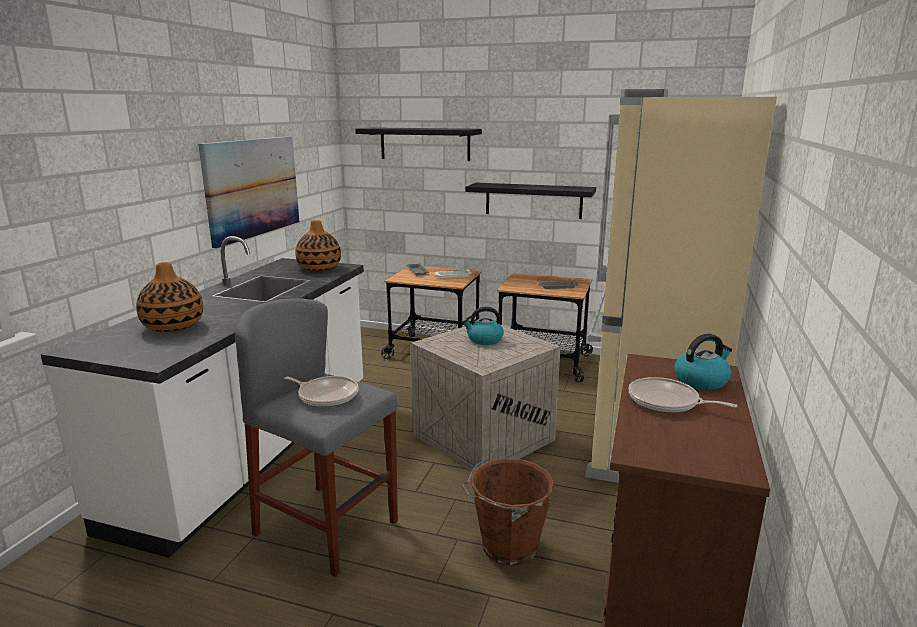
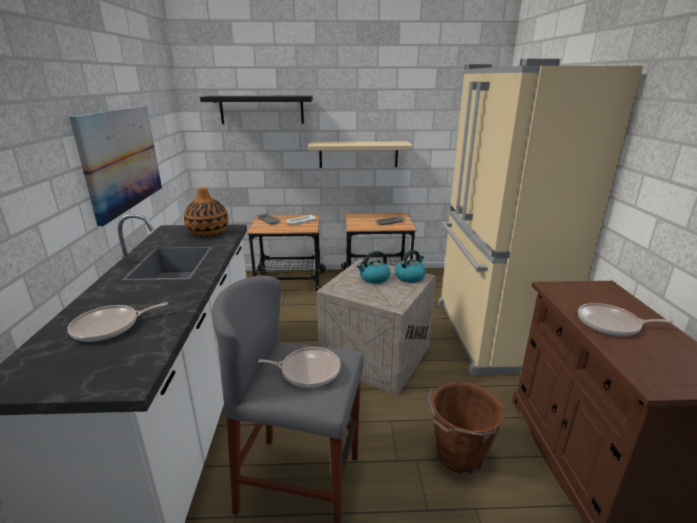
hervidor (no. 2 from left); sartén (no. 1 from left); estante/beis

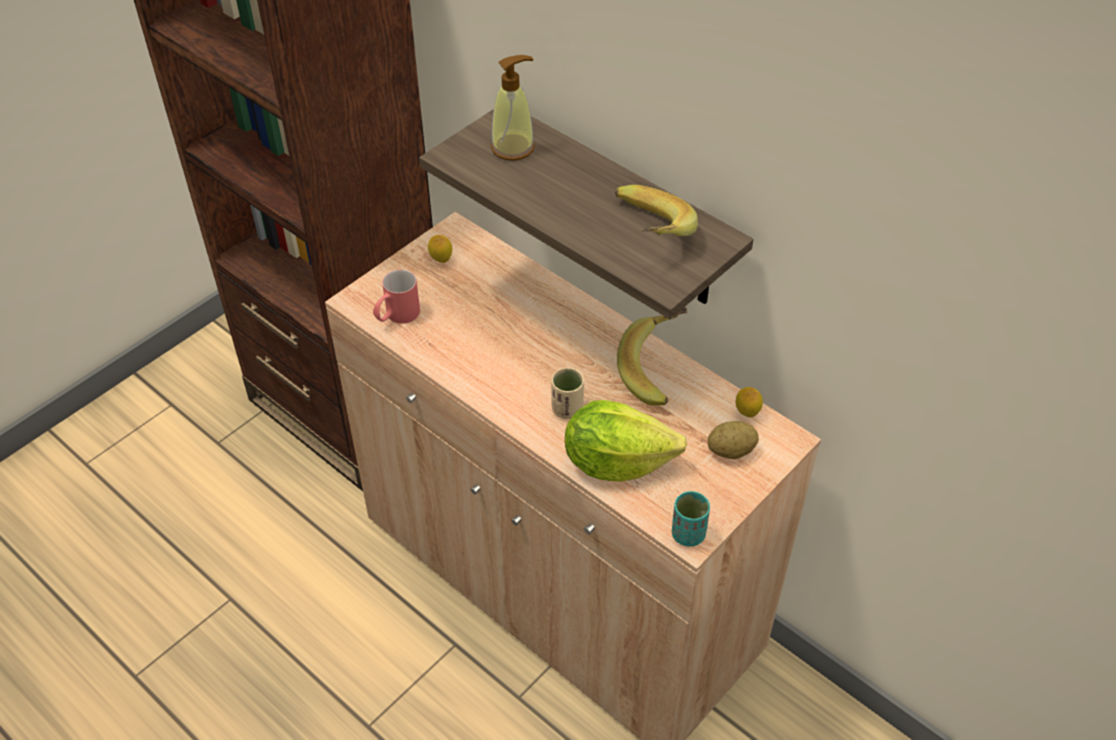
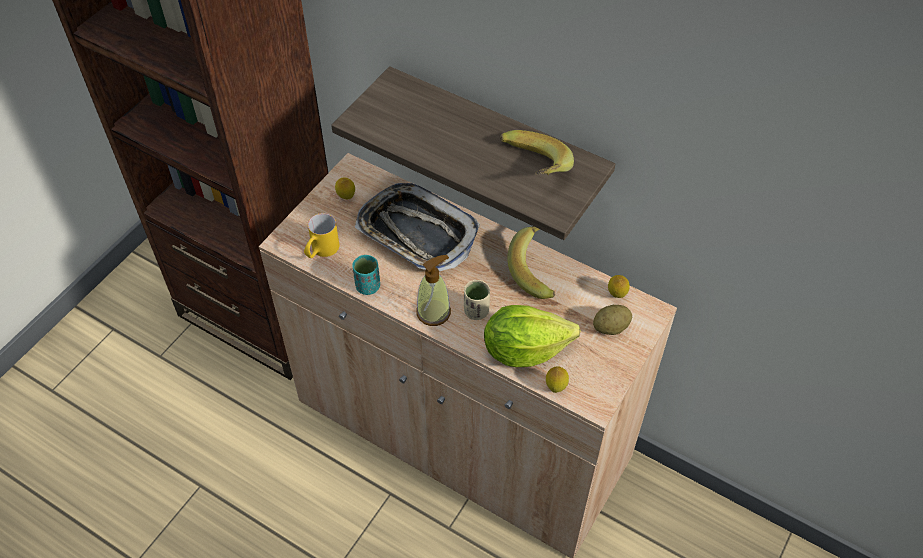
bandeja; limón (no. 2 from left); dispensador de jabón; taza/turquesa; taza grande/amarillo

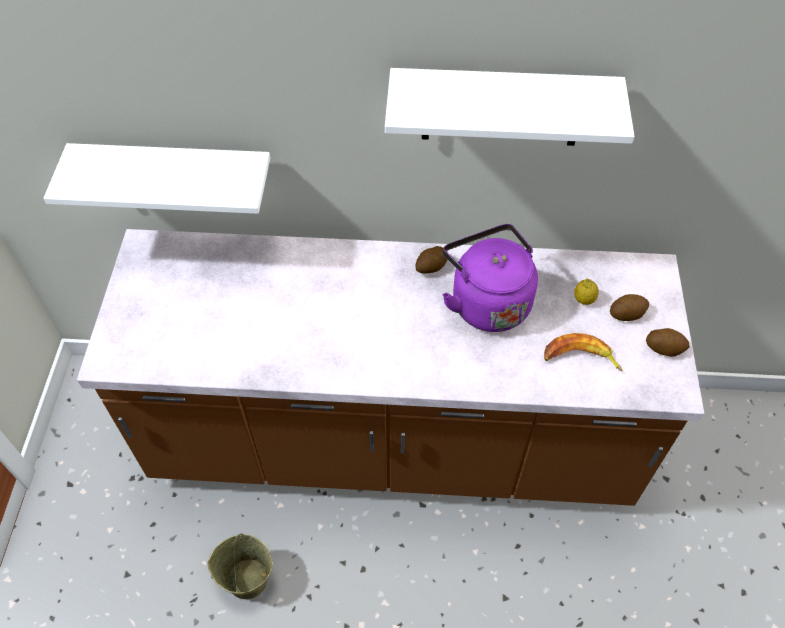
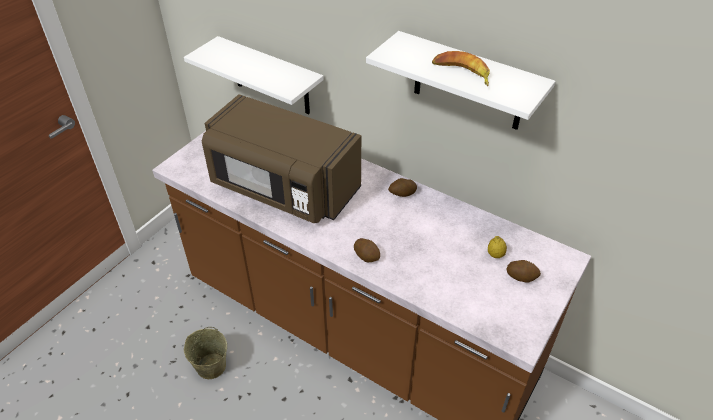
hervidor/morado; microondas/marrón; plátano; patata (no. 1 from left)

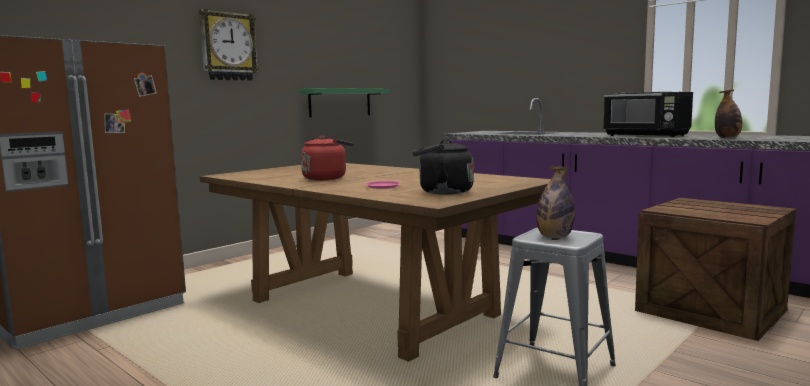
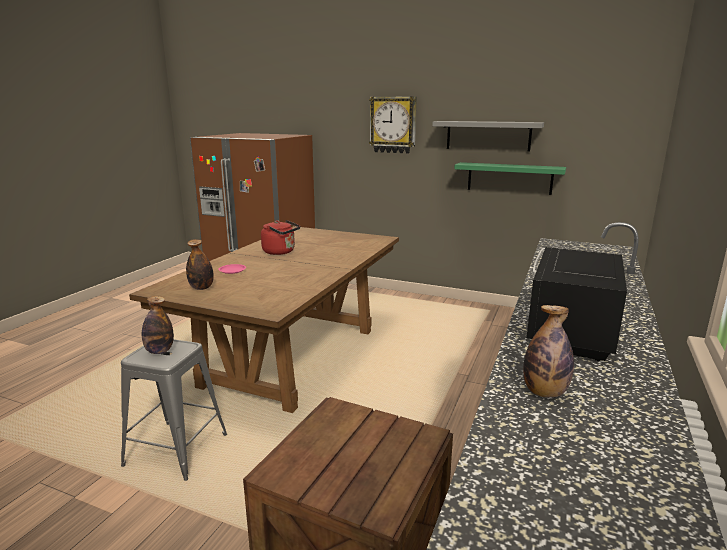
estante/gris; botella (no. 2 from left)

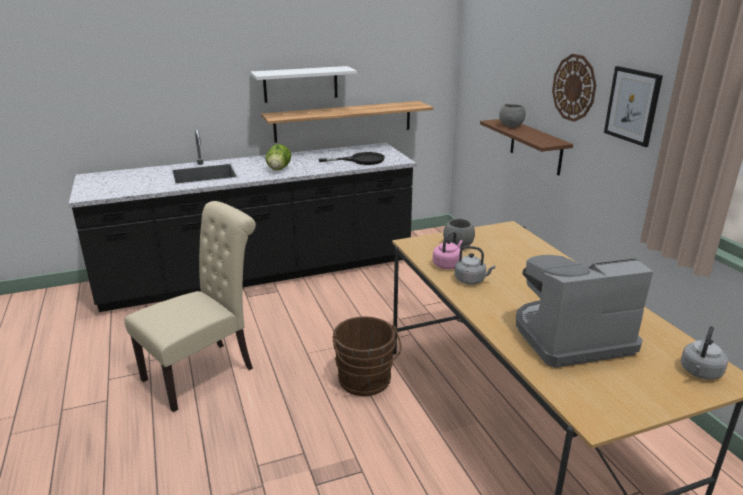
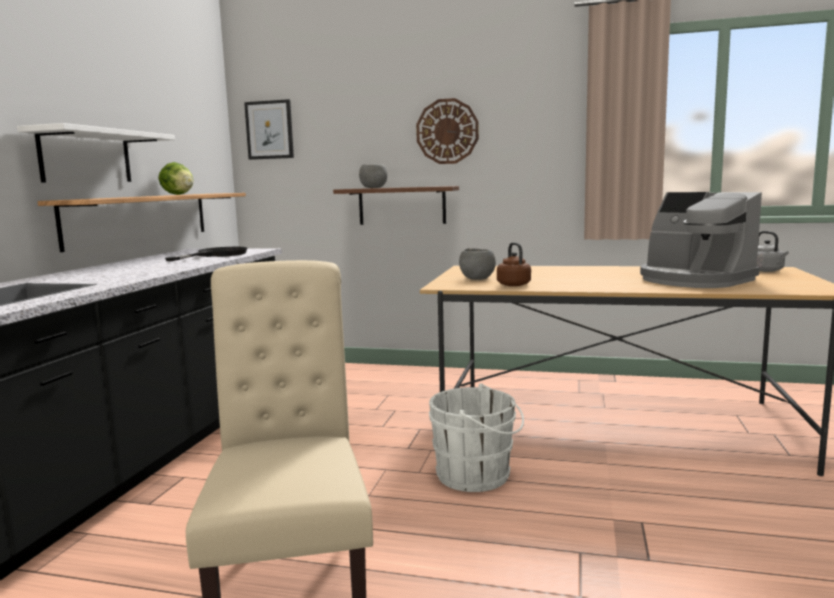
hervidor/gris (no. 1 from left in the first image); lechuga; cuadro; cubo/blanco; hervidor/marrón; cafetera

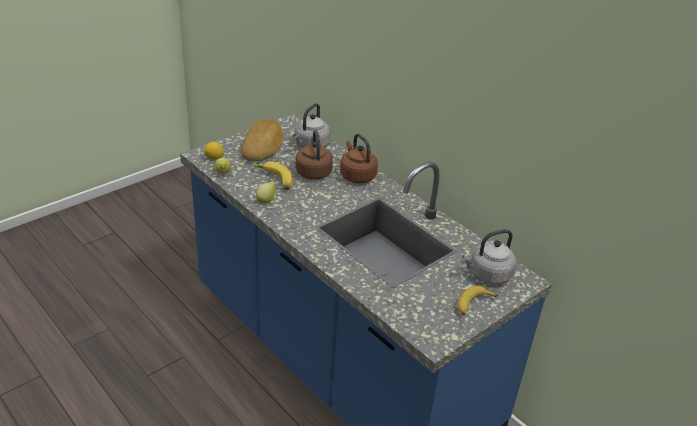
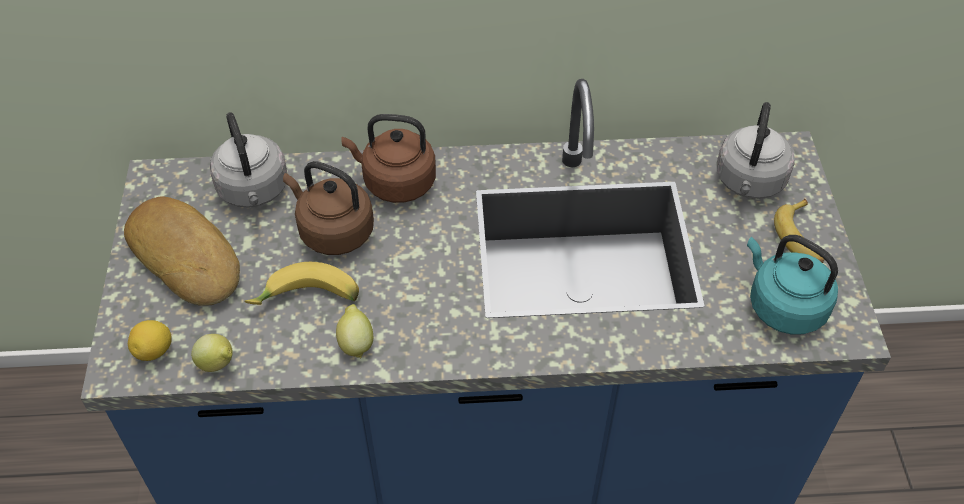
hervidor/turquesa

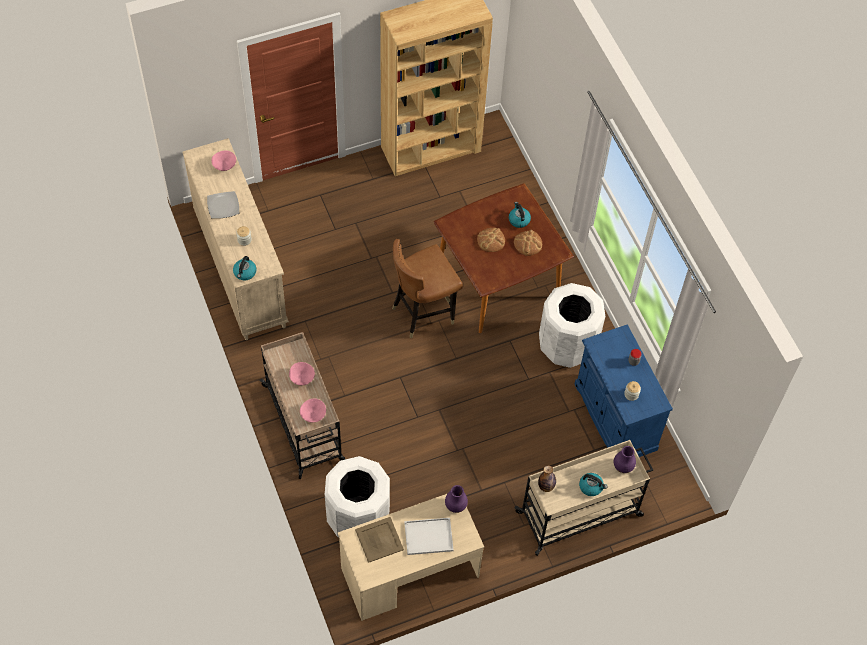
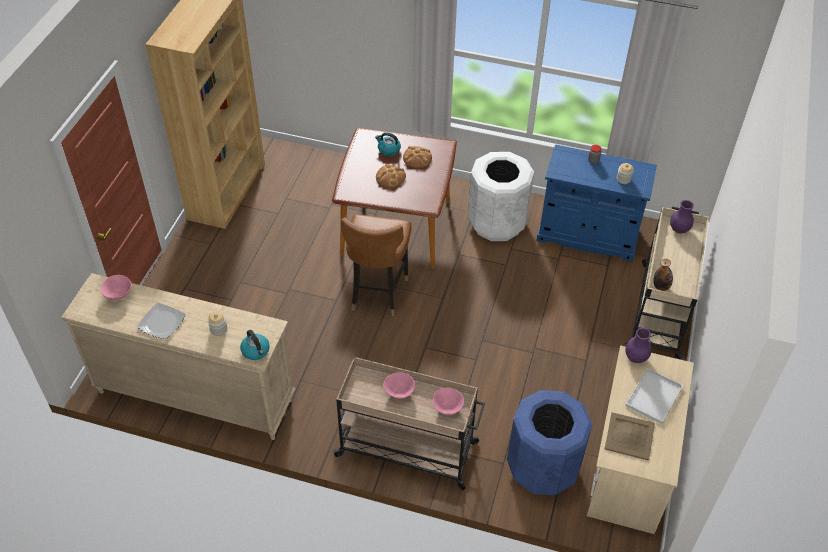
hervidor (no. 3 from left in the first image); papelera/azul

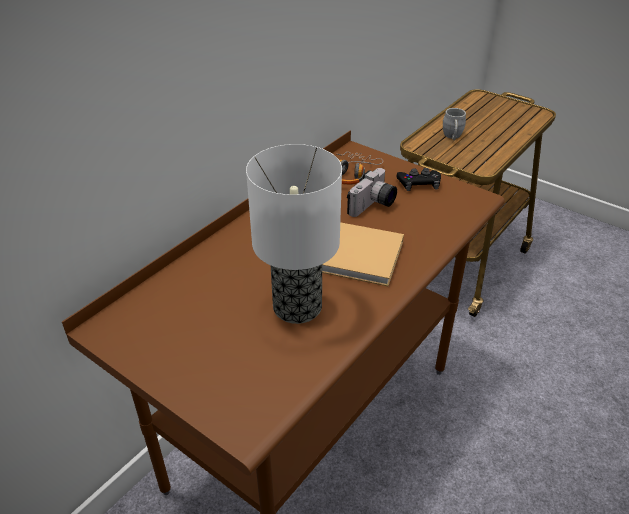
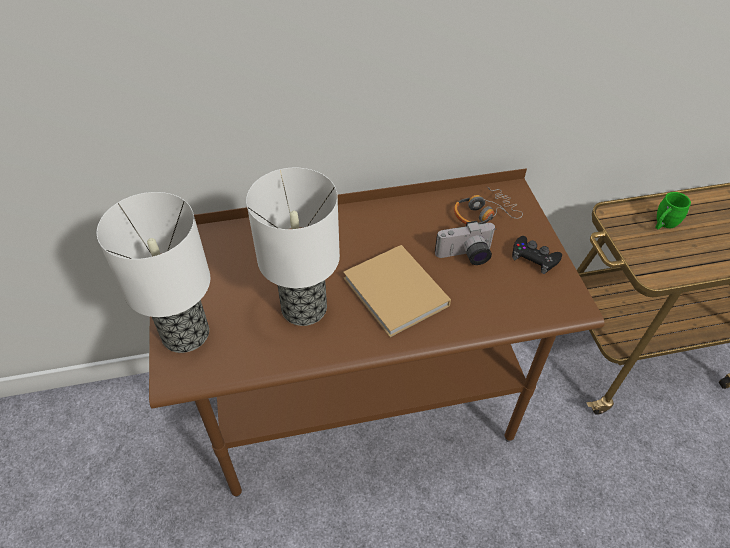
lámpara de mesa (no. 1 from left); taza grande/verde

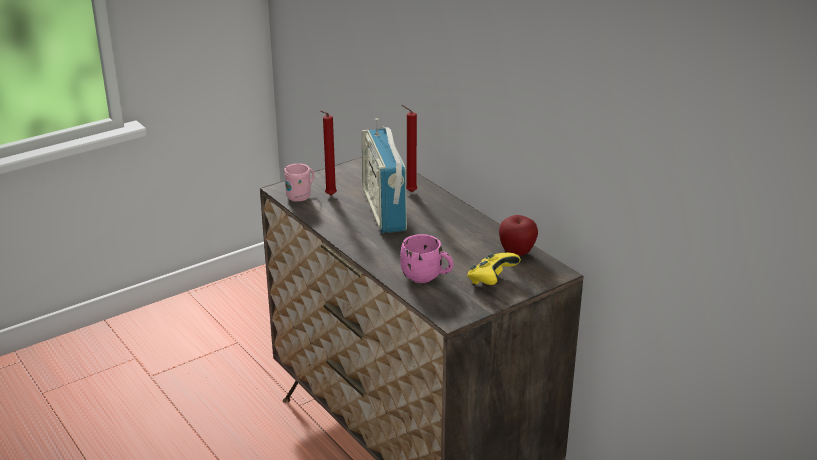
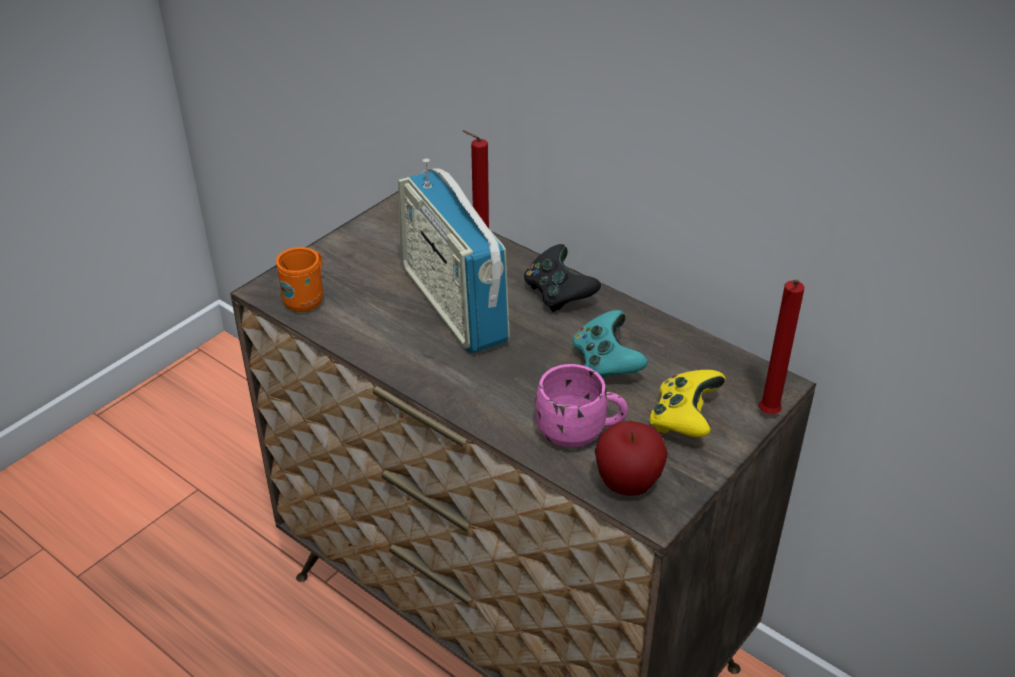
mando de consola/negro; mando de consola/turquesa; vela/rojo (no. 2 from left); manzana; taza grande/naranja

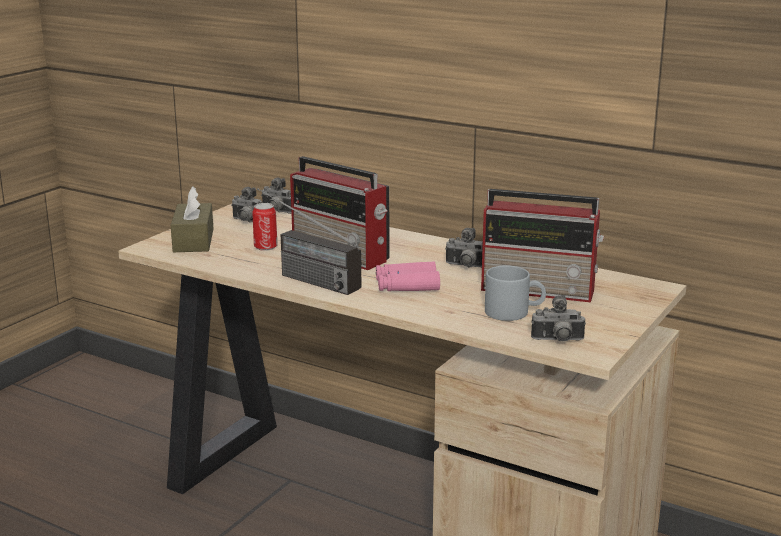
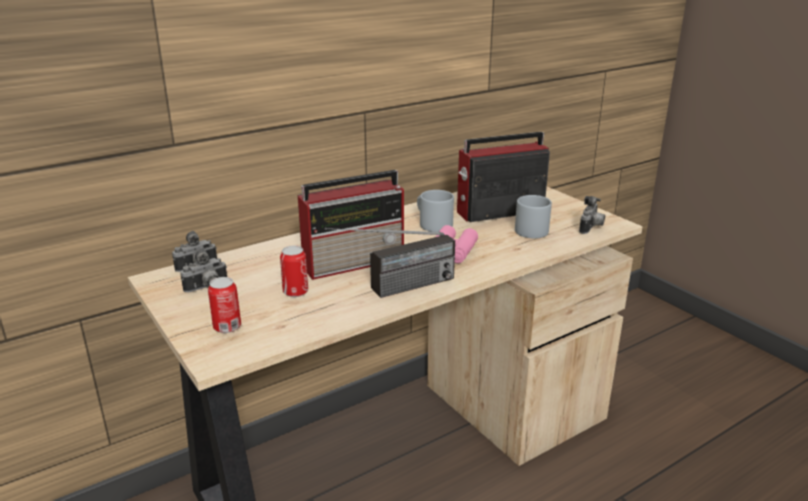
lata (no. 1 from left); taza grande/gris (no. 1 from left); radio (no. 3 from left)

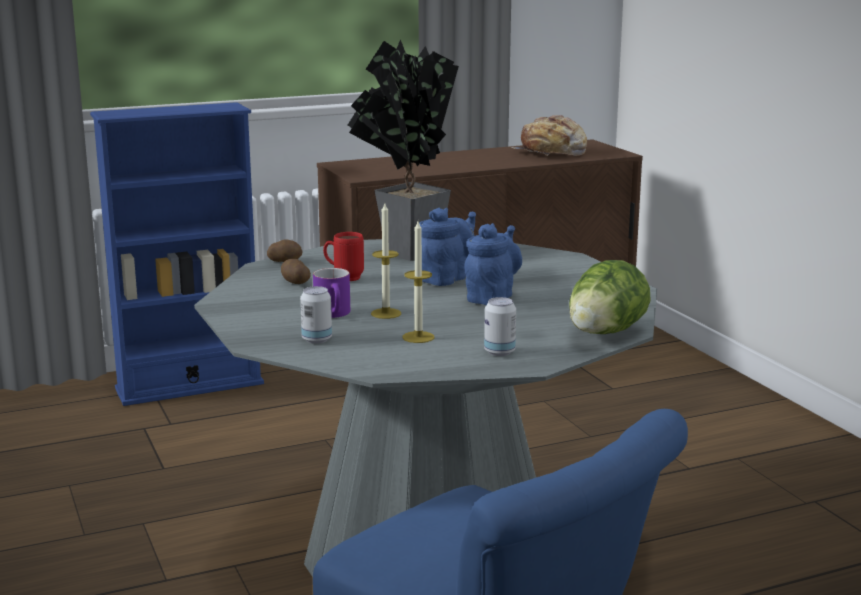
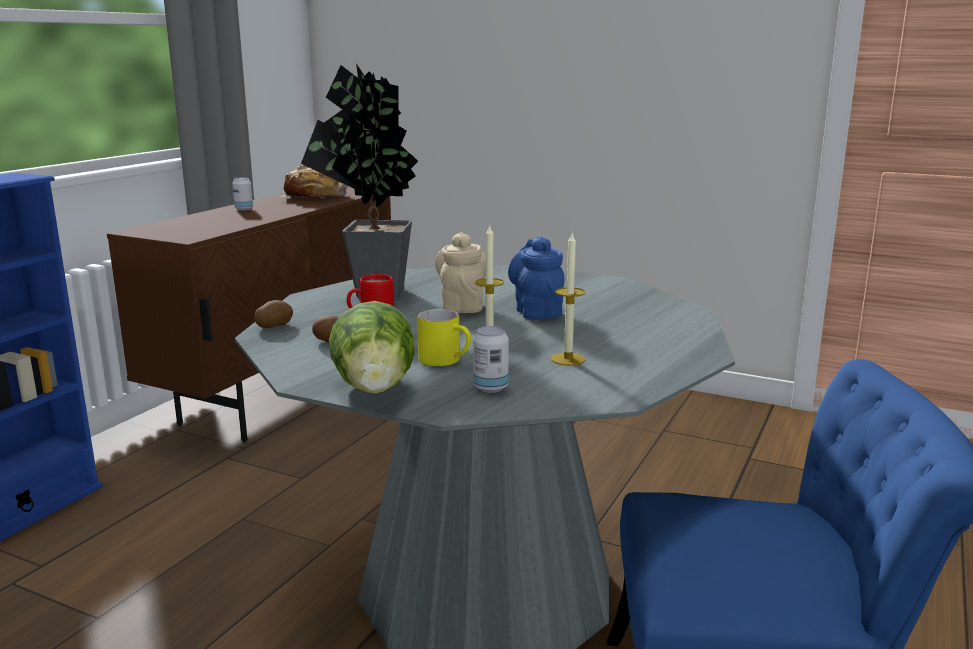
lata (no. 1 from left); lechuga; taza grande/amarillo; tetera/beis

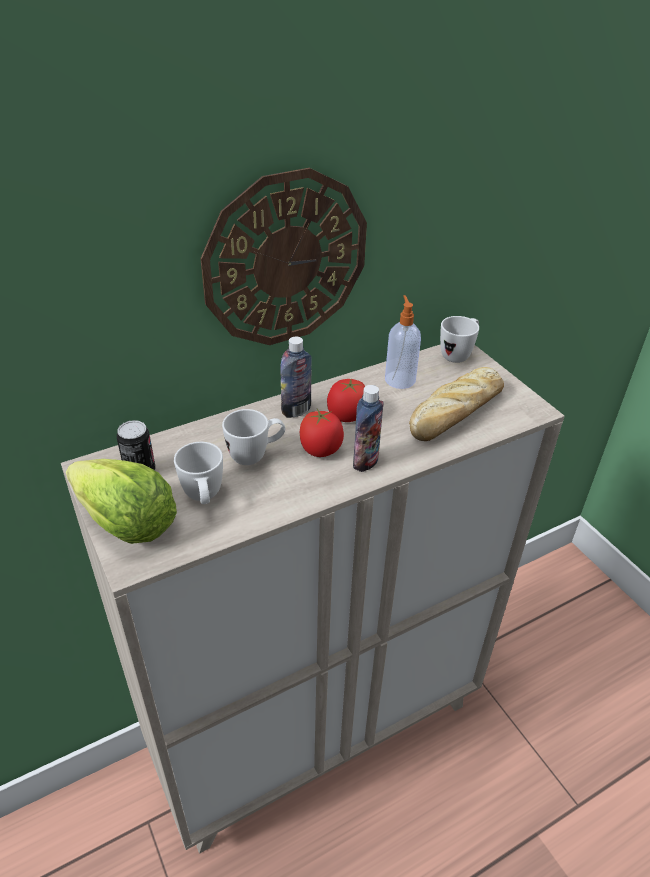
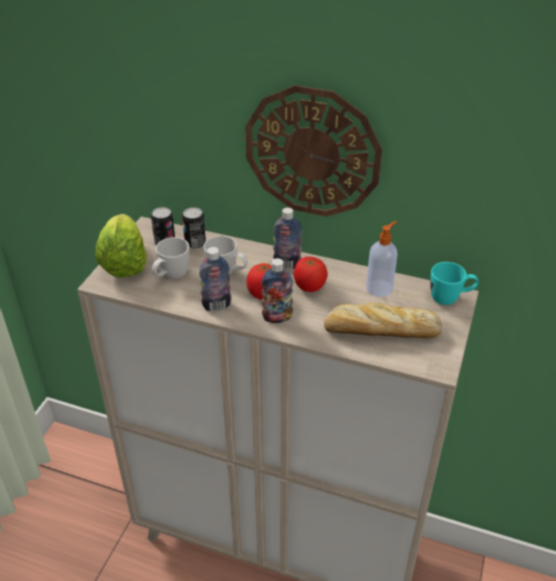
lata (no. 2 from left); botella (no. 1 from left); taza grande/turquesa

